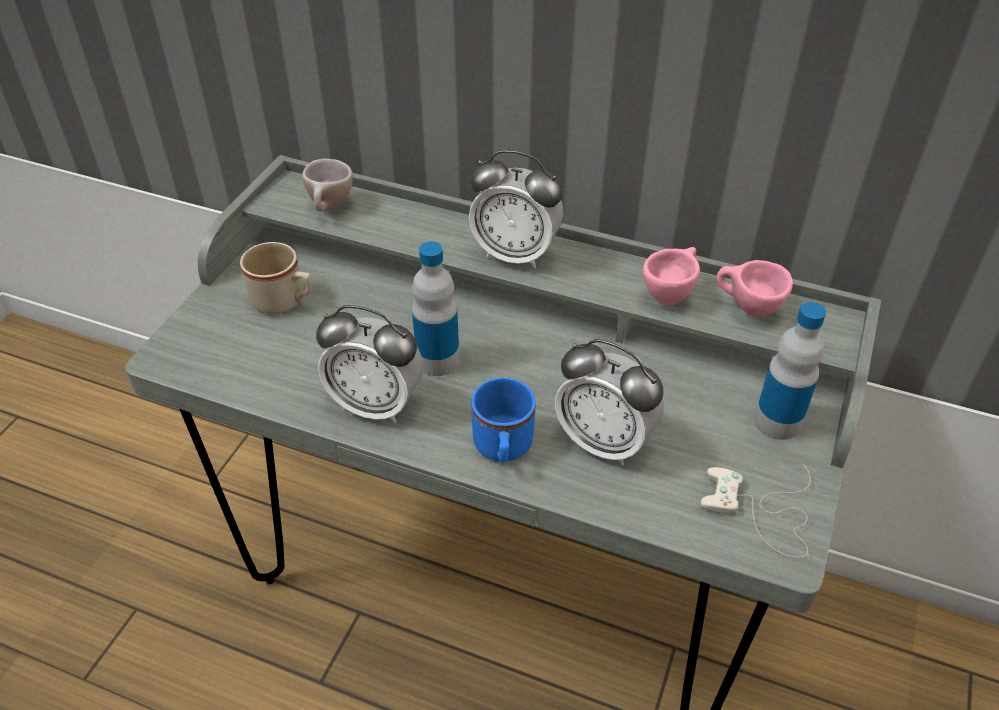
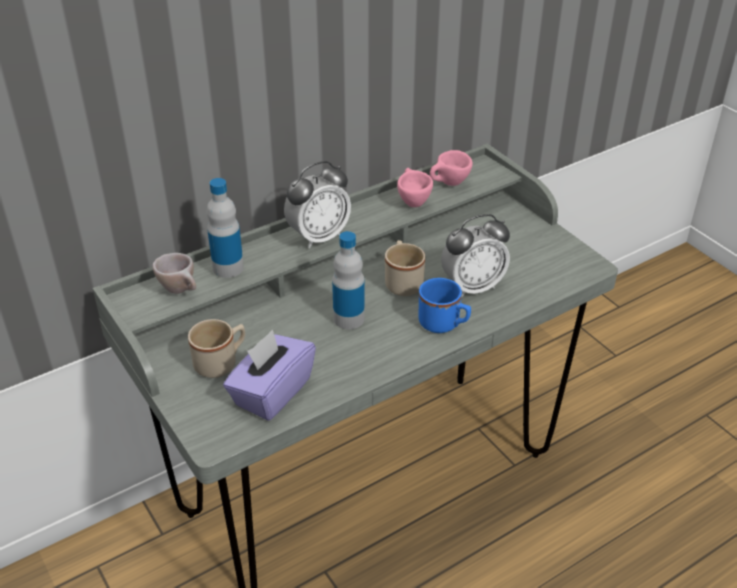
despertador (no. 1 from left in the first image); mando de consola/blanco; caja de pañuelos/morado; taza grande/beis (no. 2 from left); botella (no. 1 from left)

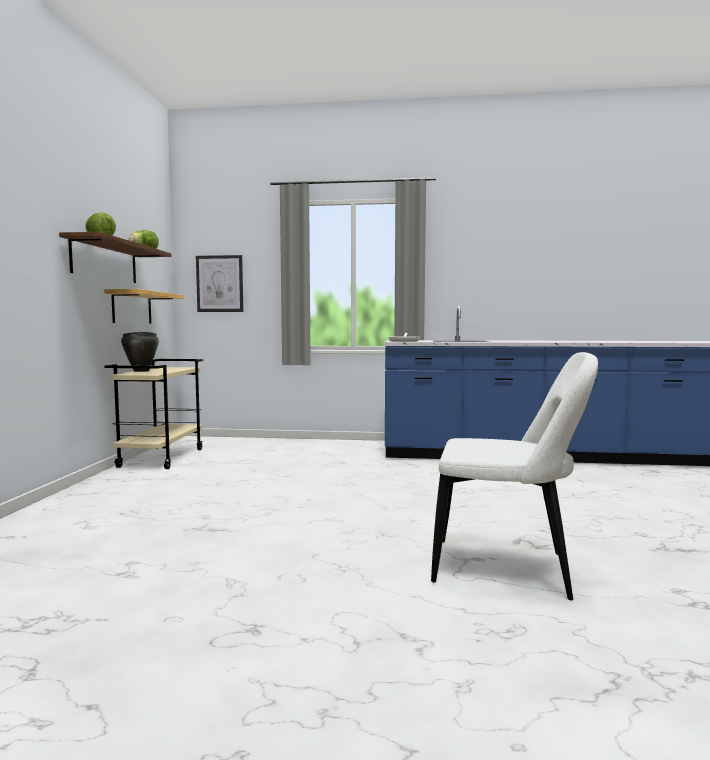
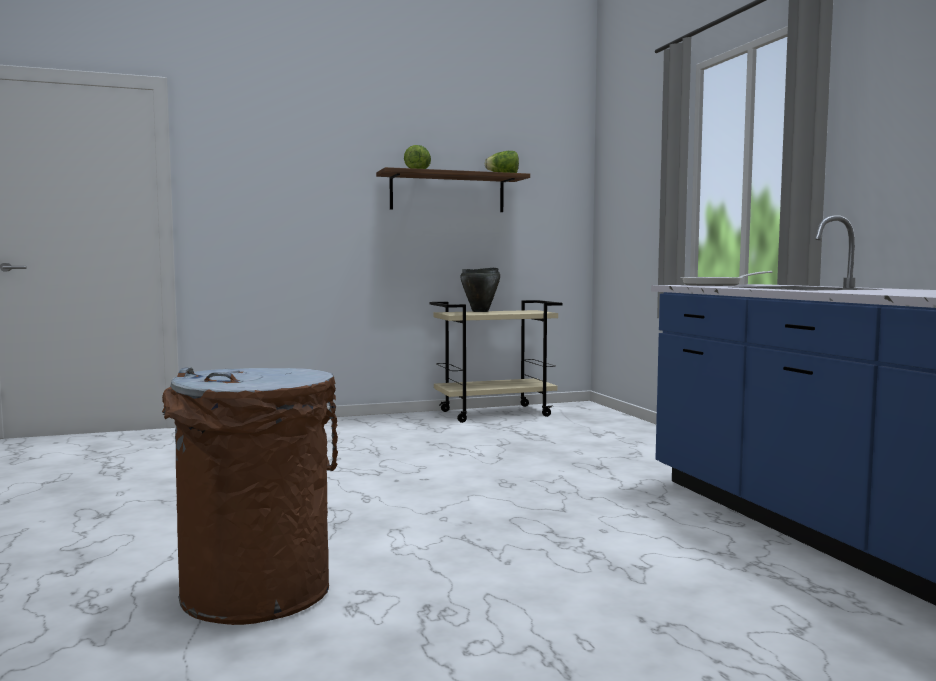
estante (no. 2 from left in the first image); cuadro; papelera/marrón

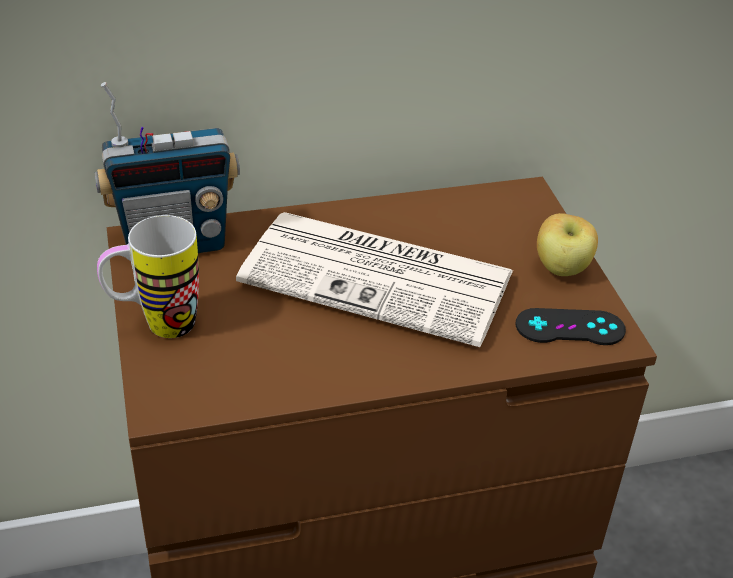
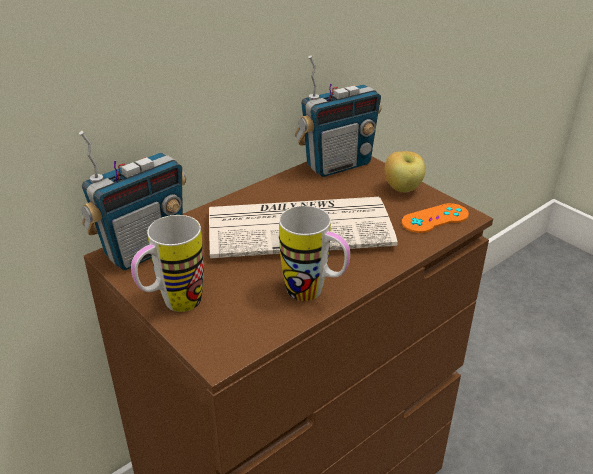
taza grande (no. 2 from left); radio (no. 2 from left); mando de consola/naranja

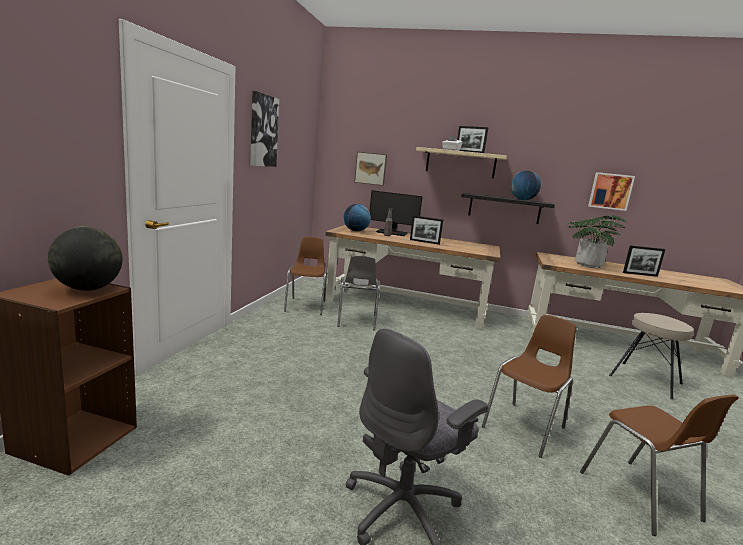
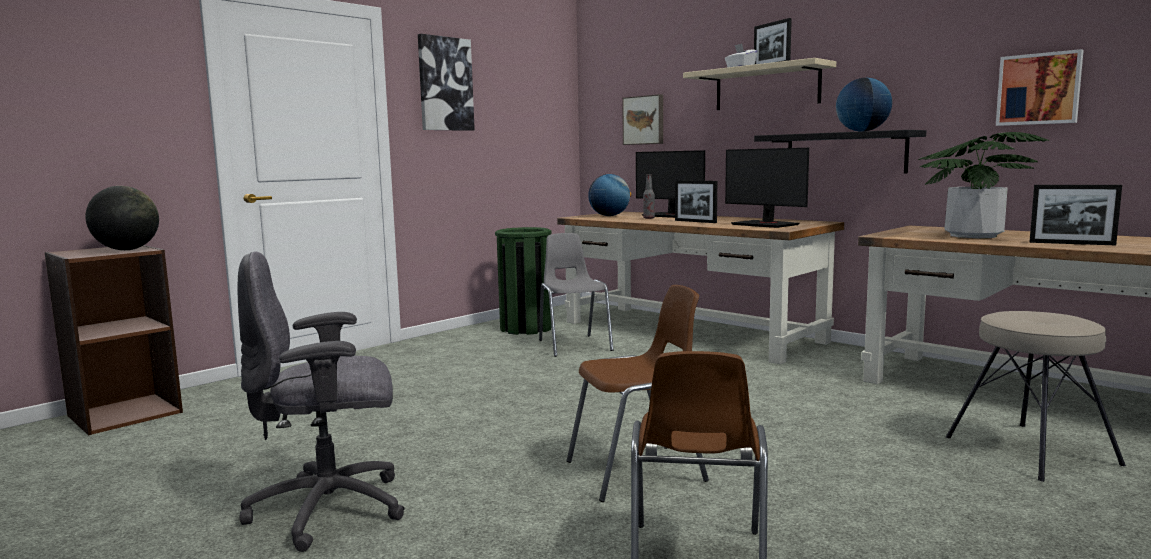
monitor (no. 2 from left); papelera/verde; silla/gris

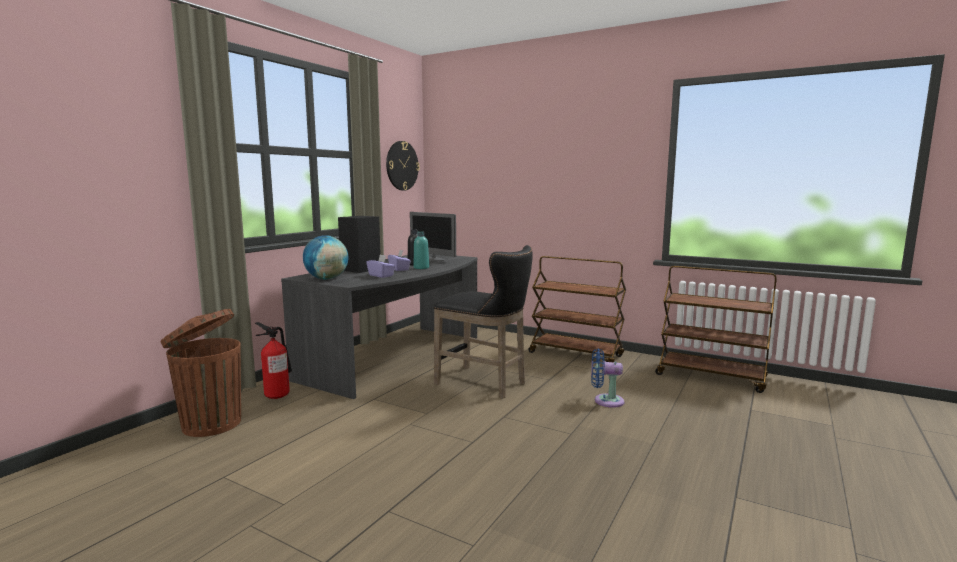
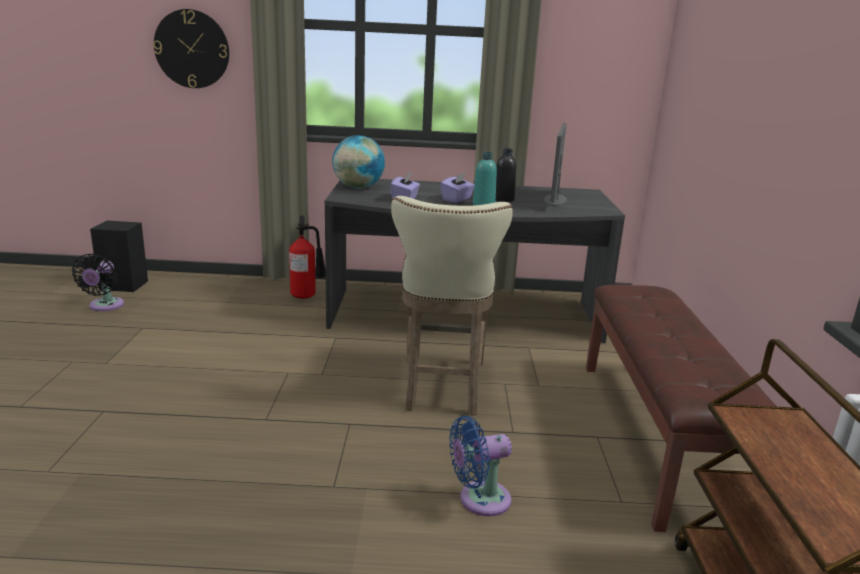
papelera/marrón; ventilador/negro; altavoz/negro; reloj de pared; banco/marrón; taburete/beis; ventilador/azul

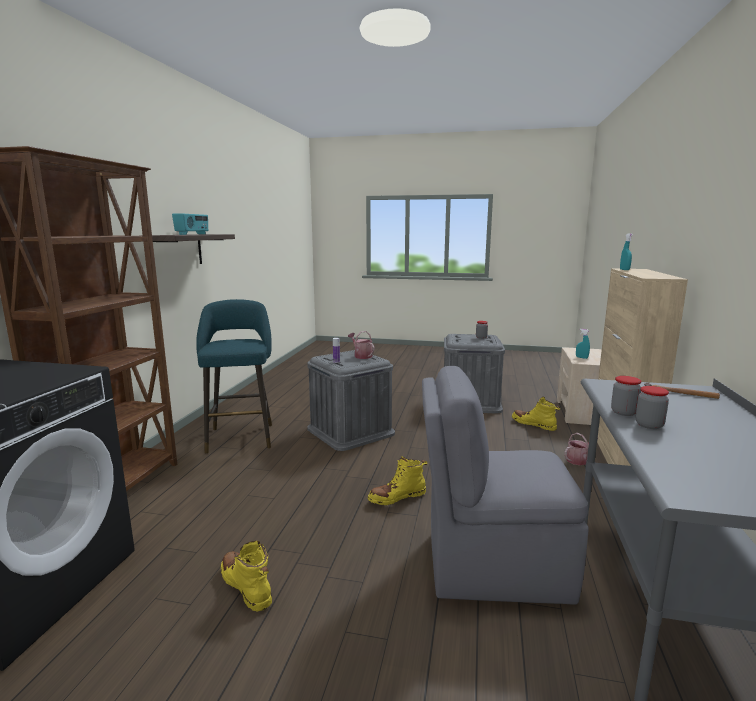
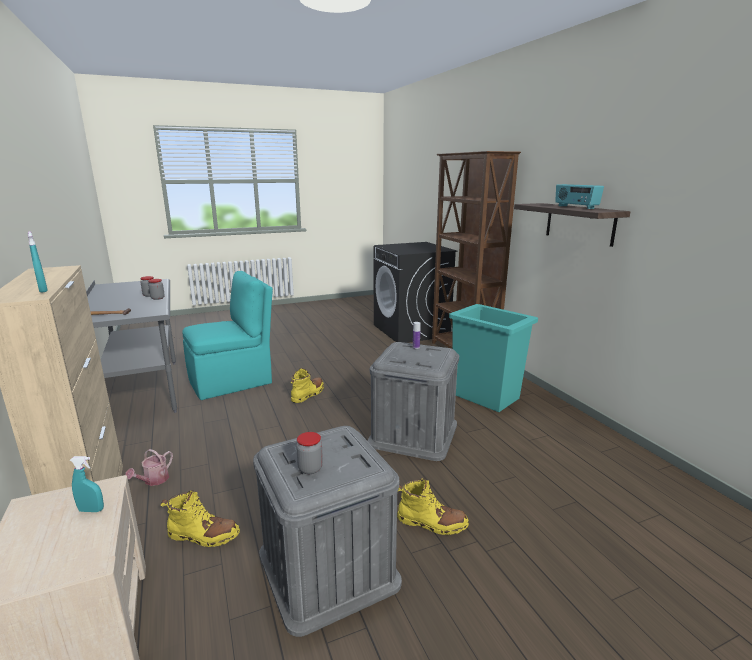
regadera (no. 1 from left in the first image); bota/amarillo (no. 3 from left); papelera/turquesa; silla/turquesa

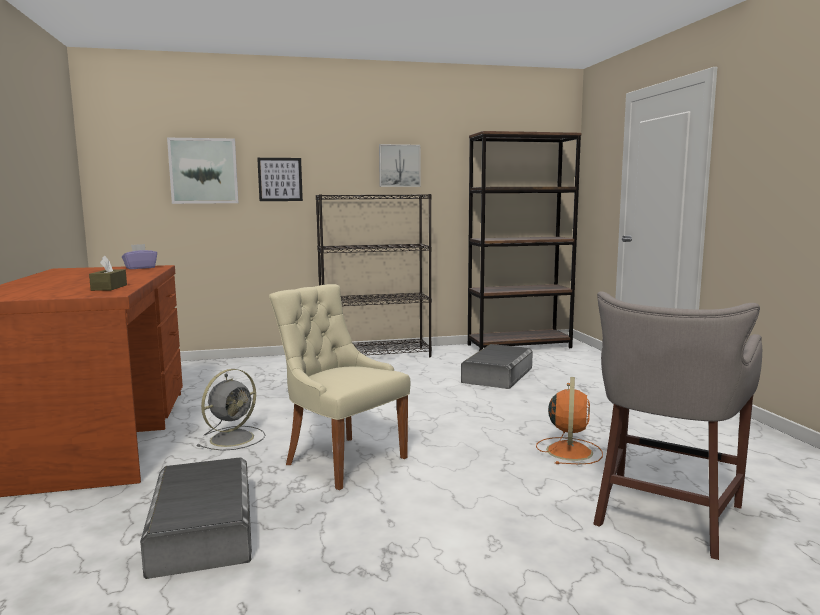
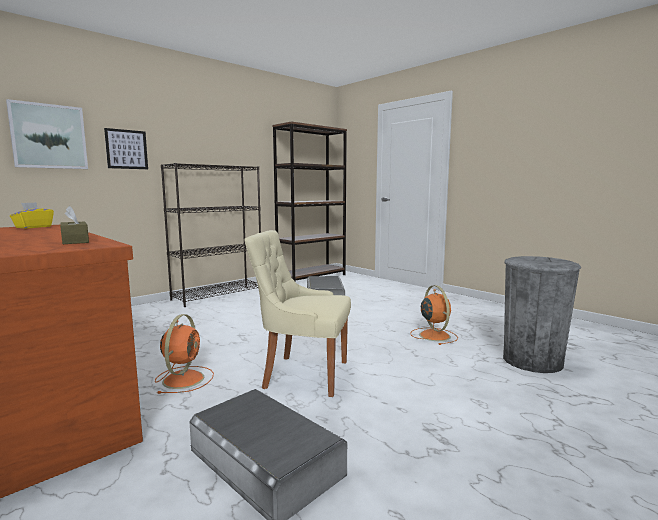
cuadro (no. 3 from left in the first image); papelera/gris; caja de pañuelos/amarillo; ventilador/naranja (no. 1 from left)

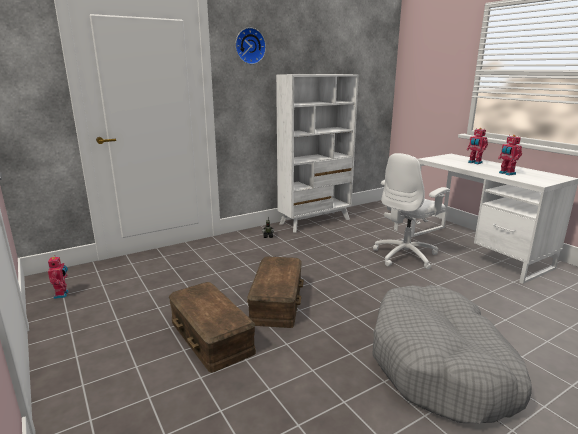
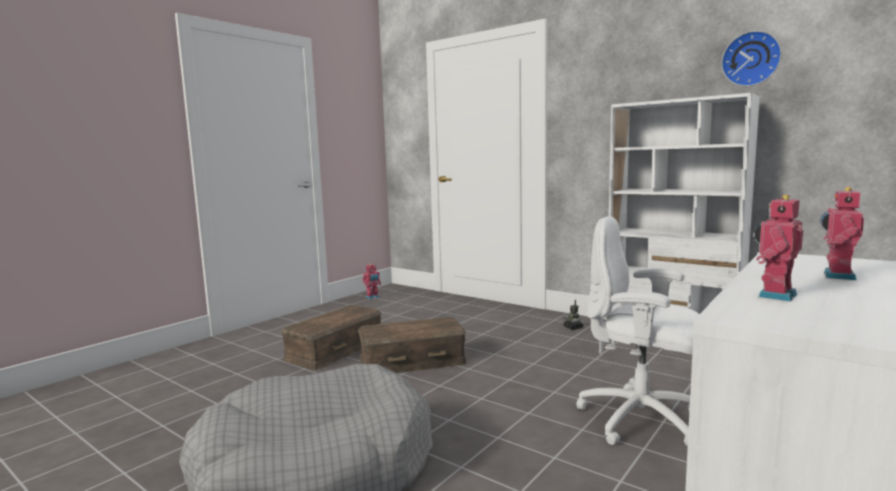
reloj de pared

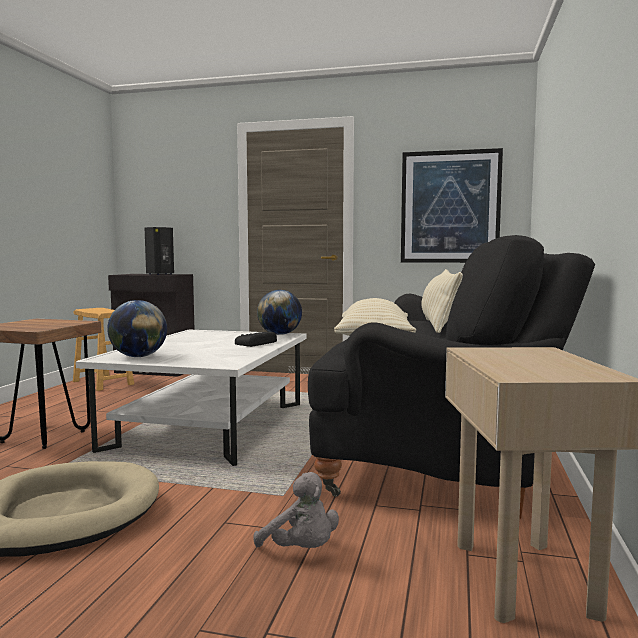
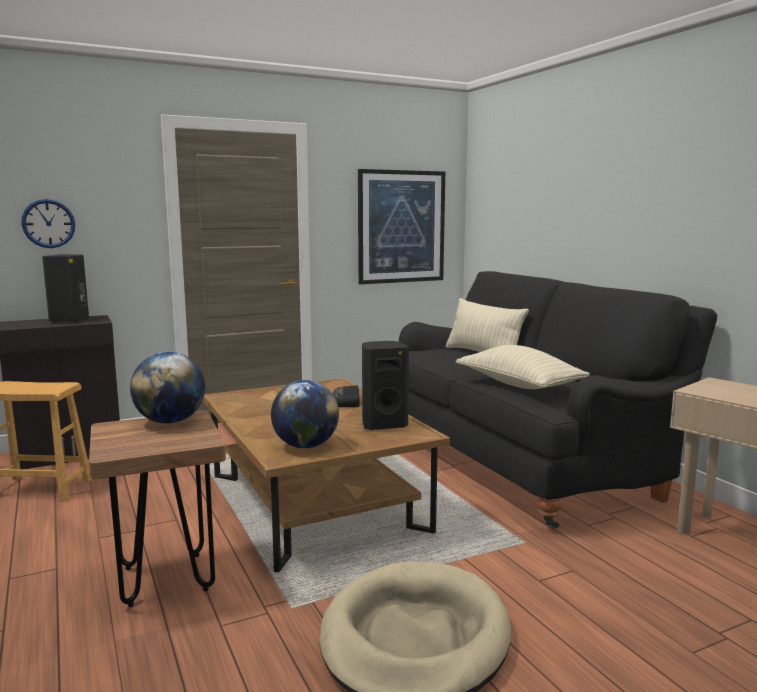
peluche/gris; reloj de pared; altavoz/negro (no. 2 from left); globo terráqueo (no. 1 from left); mesa de centro/marrón

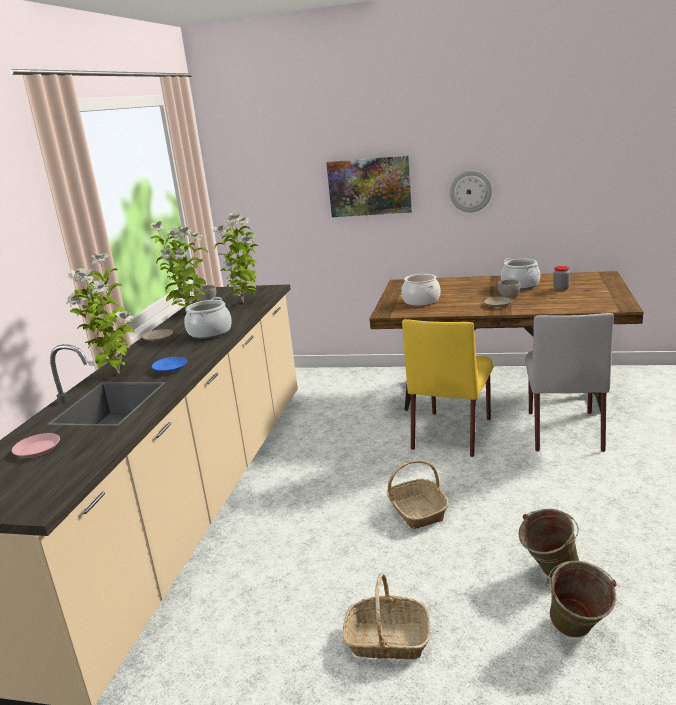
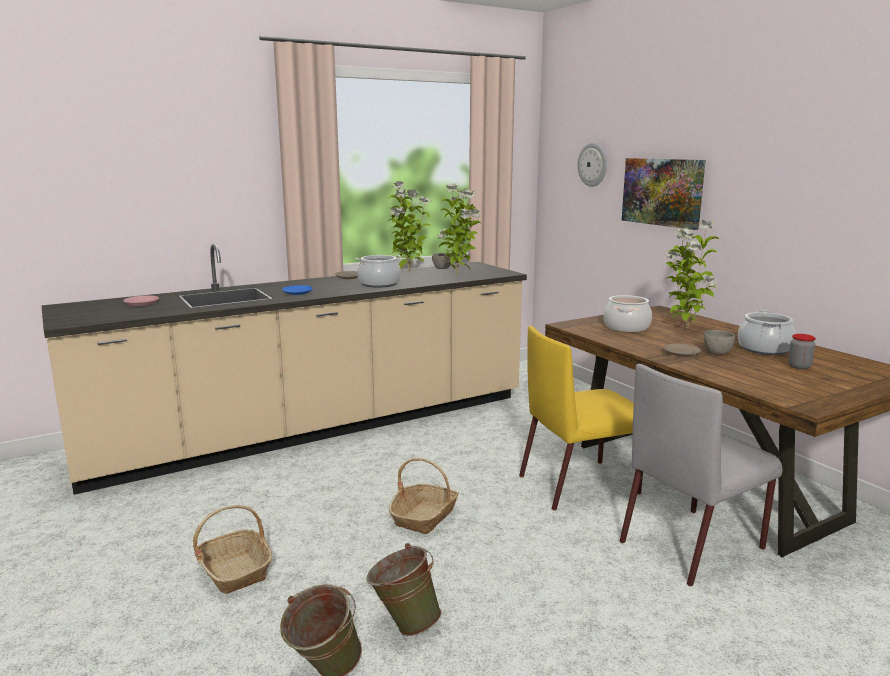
planta en maceta (no. 3 from left); reloj de pared

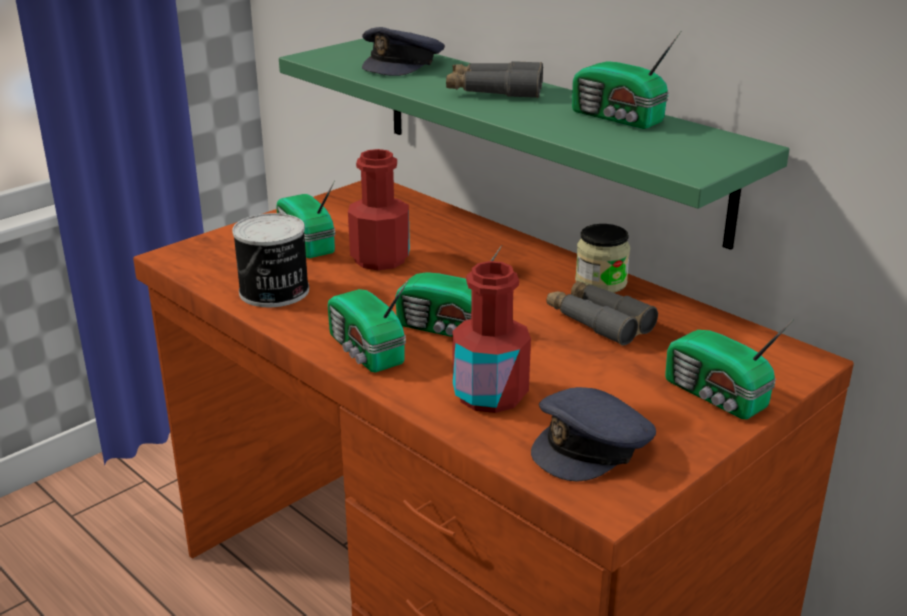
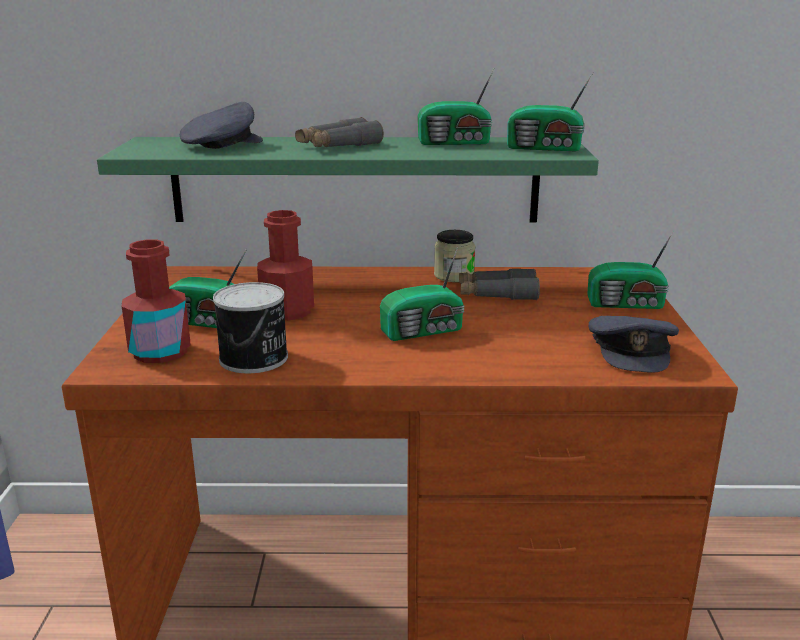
radio (no. 4 from left); botella/rojo (no. 1 from left); gorra/gris (no. 1 from left)

